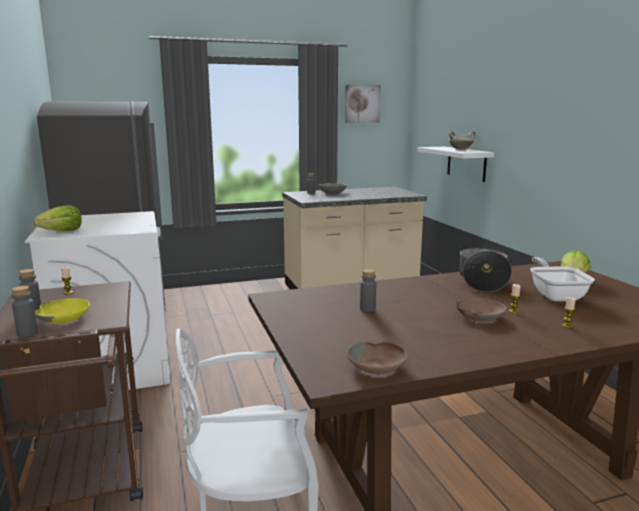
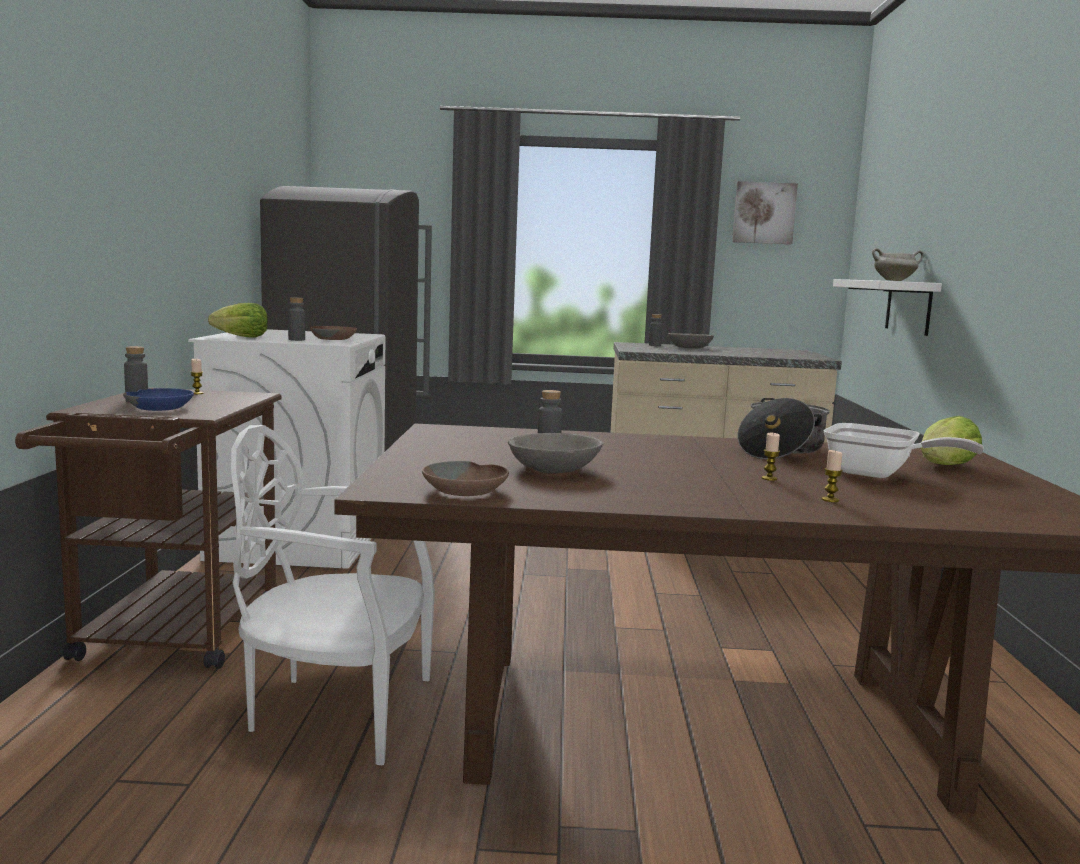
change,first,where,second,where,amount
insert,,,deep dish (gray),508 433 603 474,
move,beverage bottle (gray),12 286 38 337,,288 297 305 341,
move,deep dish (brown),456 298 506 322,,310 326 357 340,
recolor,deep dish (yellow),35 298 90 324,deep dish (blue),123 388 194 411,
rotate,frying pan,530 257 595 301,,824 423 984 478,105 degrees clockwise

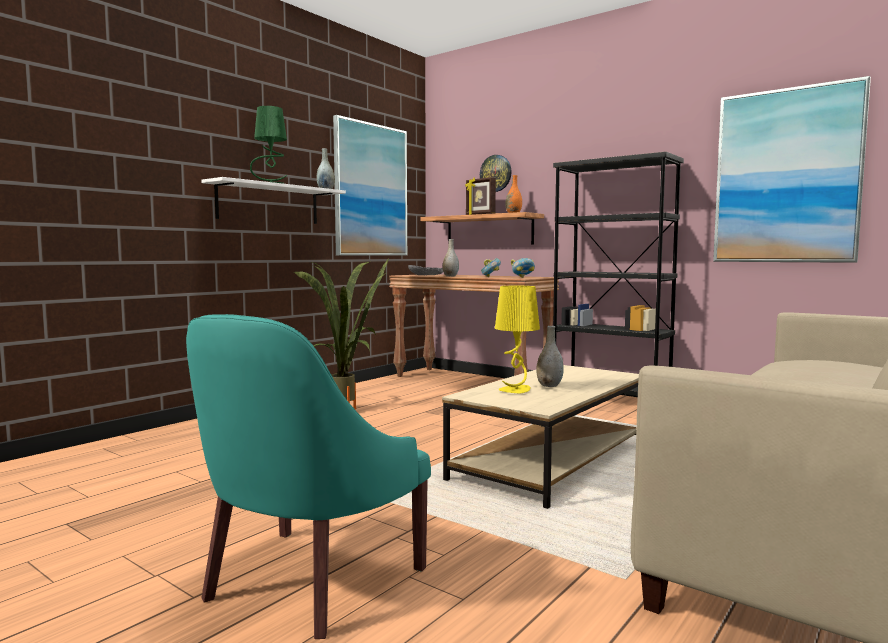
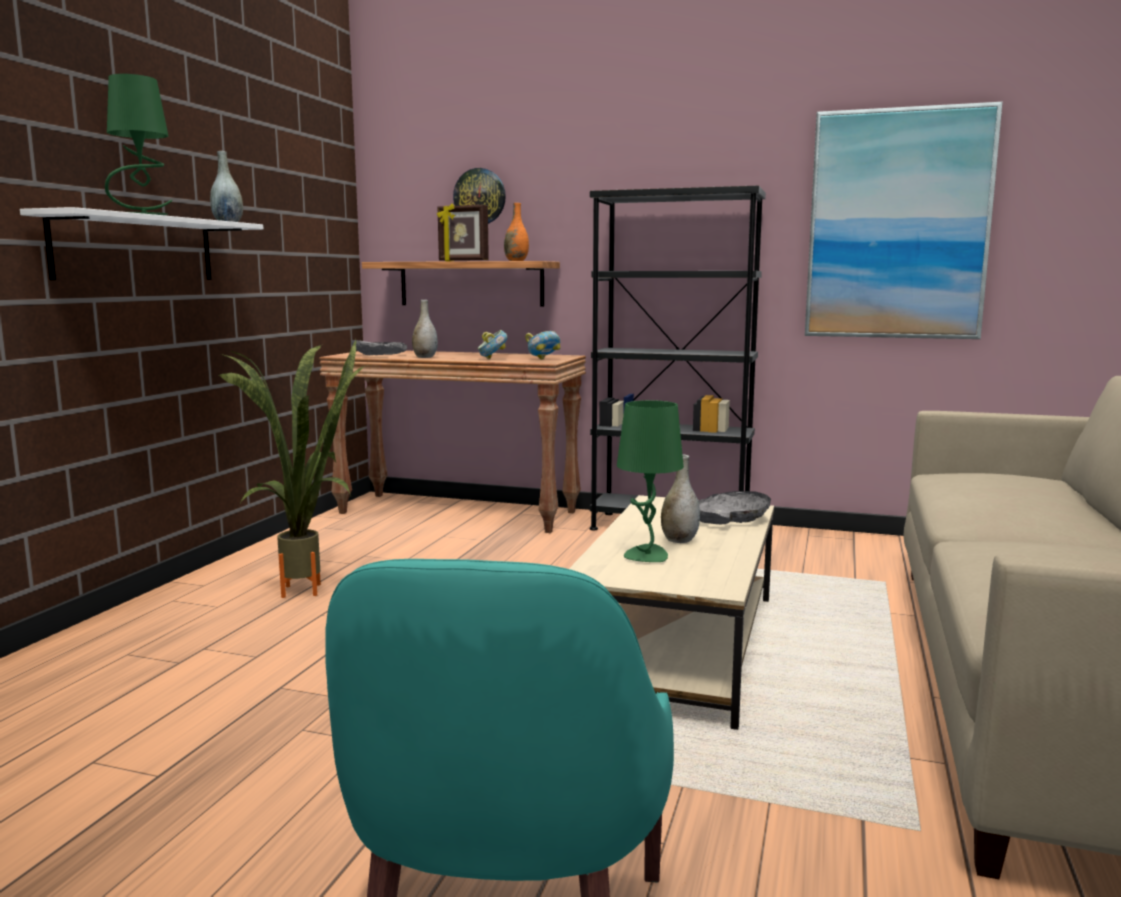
change,first,where,second,where,amount
delete,wall art,333 115 407 256,,,
insert,,,deep dish (gray),698 491 771 524,
recolor,tabletop lamp (yellow),495 286 540 393,tabletop lamp (green),617 400 684 562,

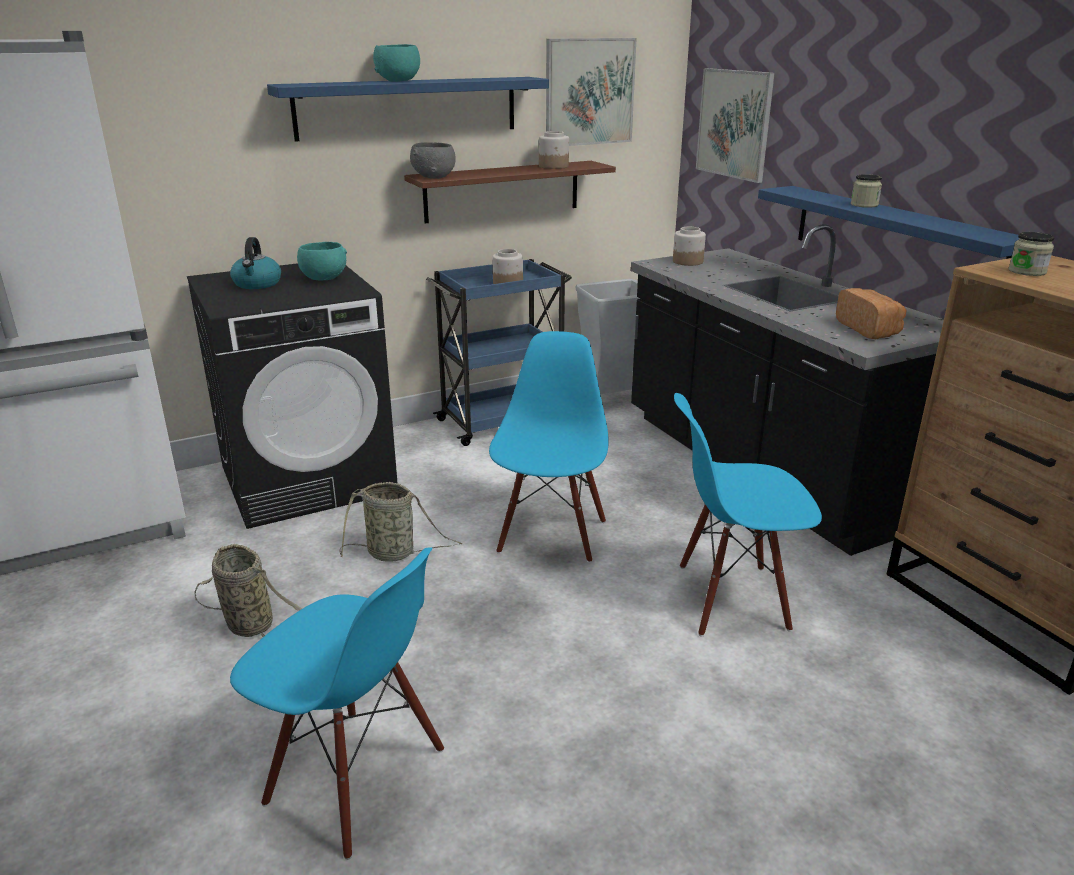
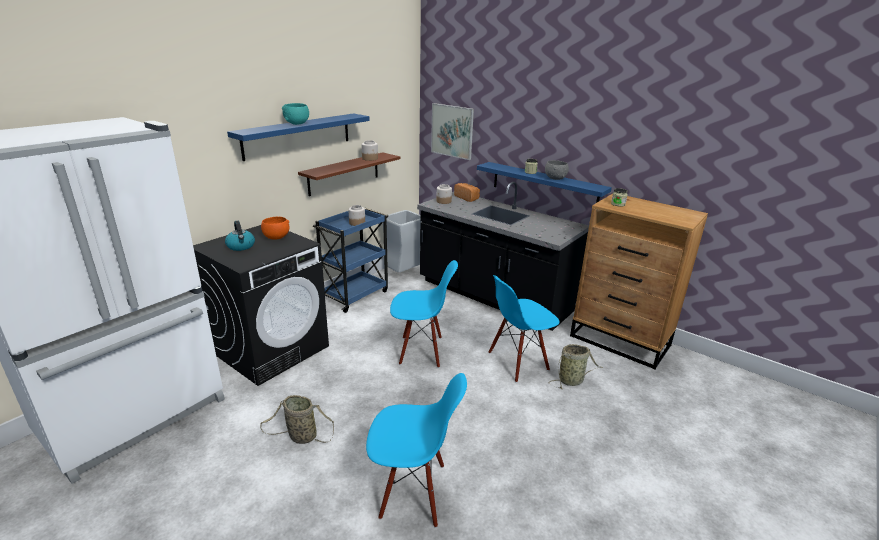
change,first,where,second,where,amount
delete,wall art,546 38 637 146,,,
move,household basket,339 482 462 562,,548 344 603 389,
move,deep dish (gray),410 142 456 179,,545 160 569 180,
move,bakery bread,836 288 907 339,,454 183 480 202,
recolor,deep dish (turquoise),297 242 347 281,deep dish (orangey),261 217 290 240,
rotate,plain chair (blue),489 331 609 563,,390 260 458 368,105 degrees clockwise

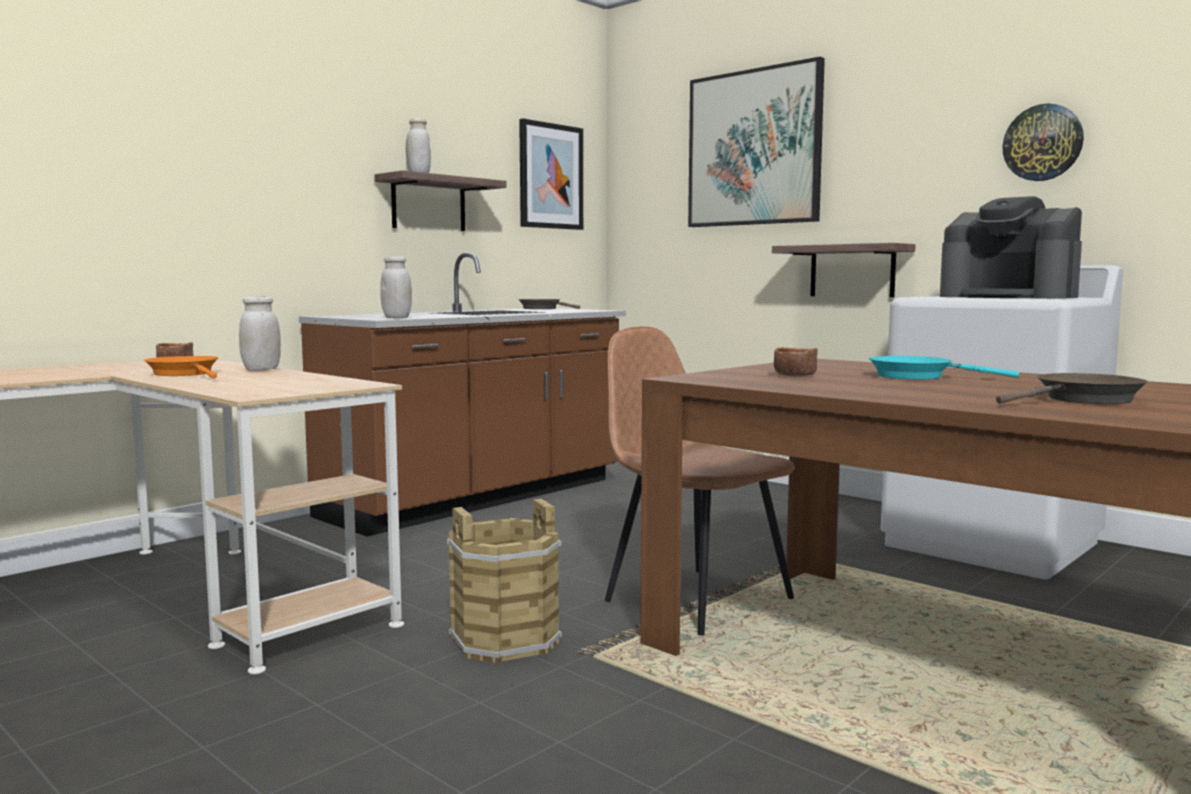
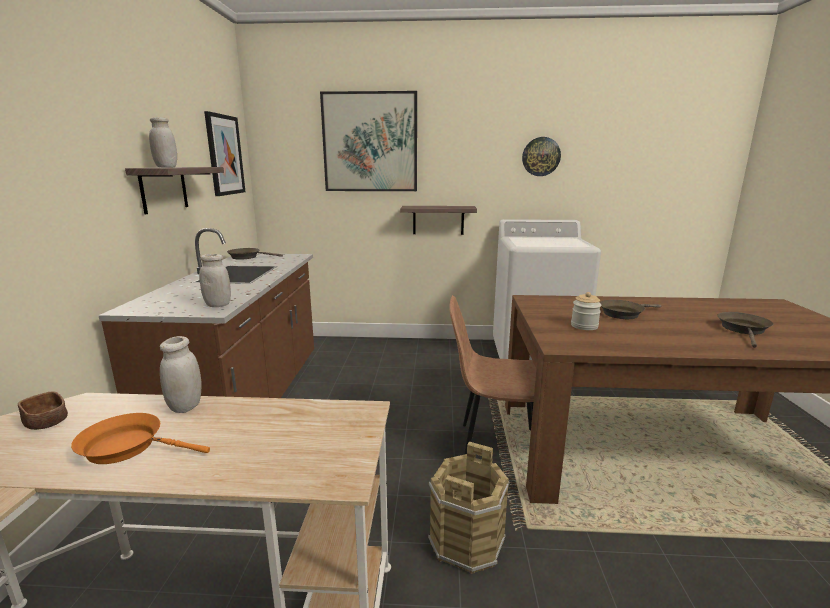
change,first,where,second,where,amount
delete,coffee brewer,940 196 1082 299,,,
replace,deep dish (brown),774 347 818 377,jar,571 292 601 330,
recolor,frying pan (turquoise),869 356 1019 380,frying pan (brown),600 300 661 319,

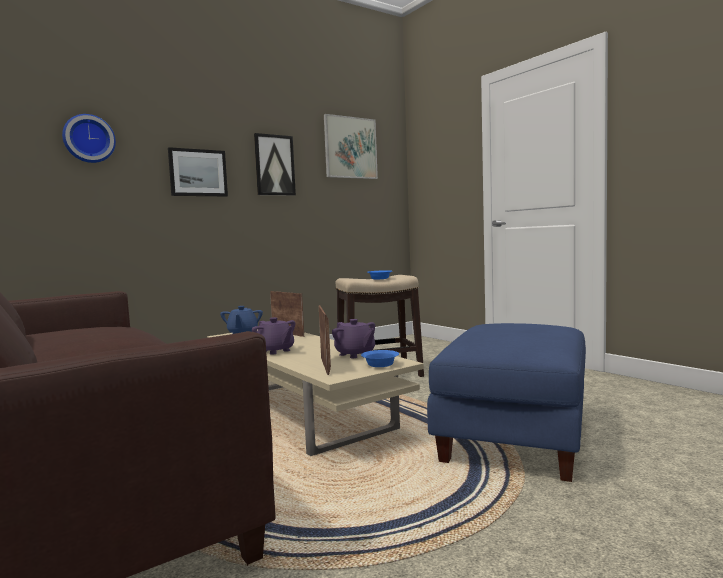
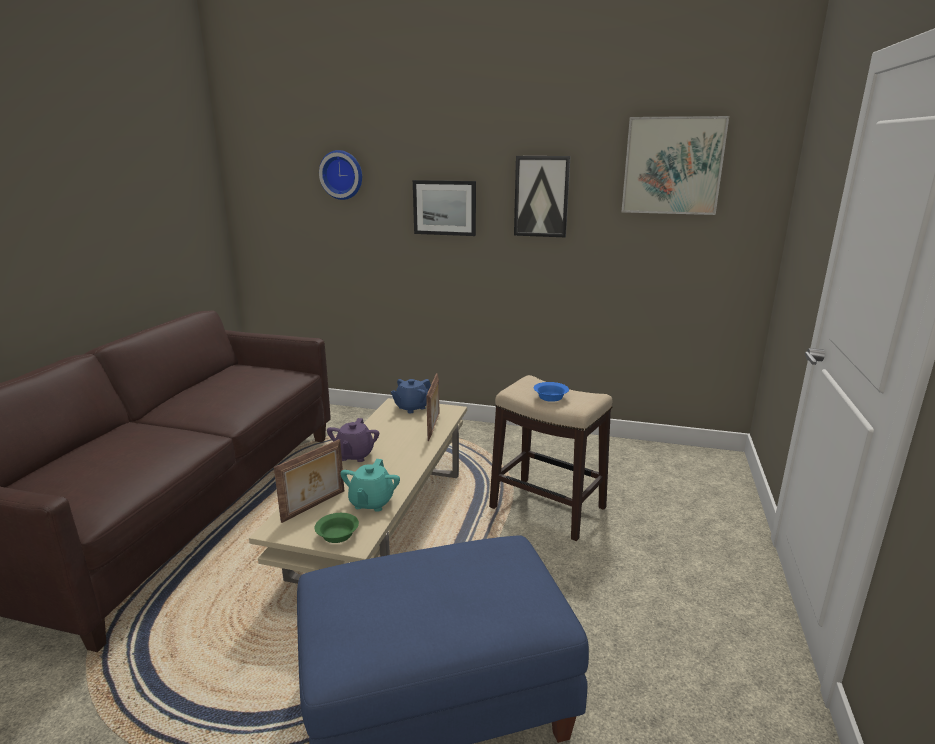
change,first,where,second,where,amount
recolor,tea pot (purple-coloured),332 319 375 358,tea pot (turquoise),340 459 400 512,
recolor,deep dish (blue),361 350 399 367,deep dish (green),315 513 359 543,

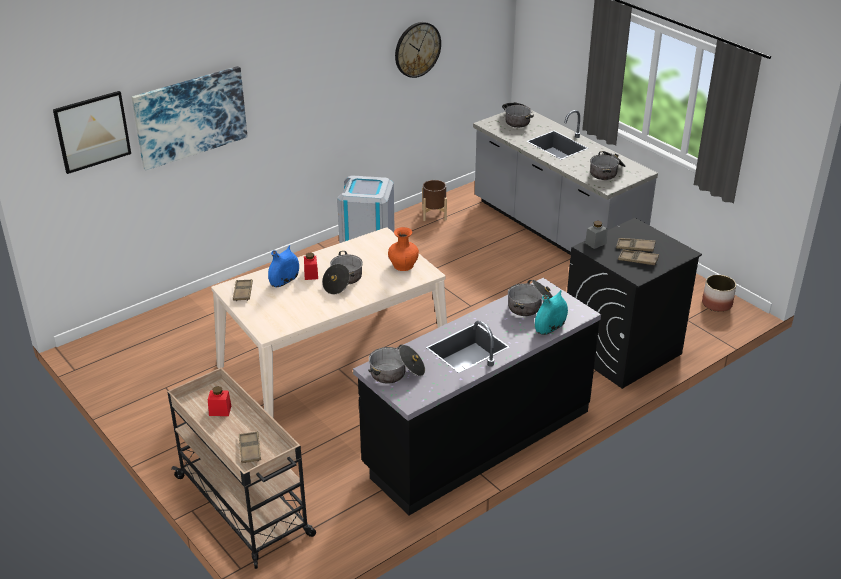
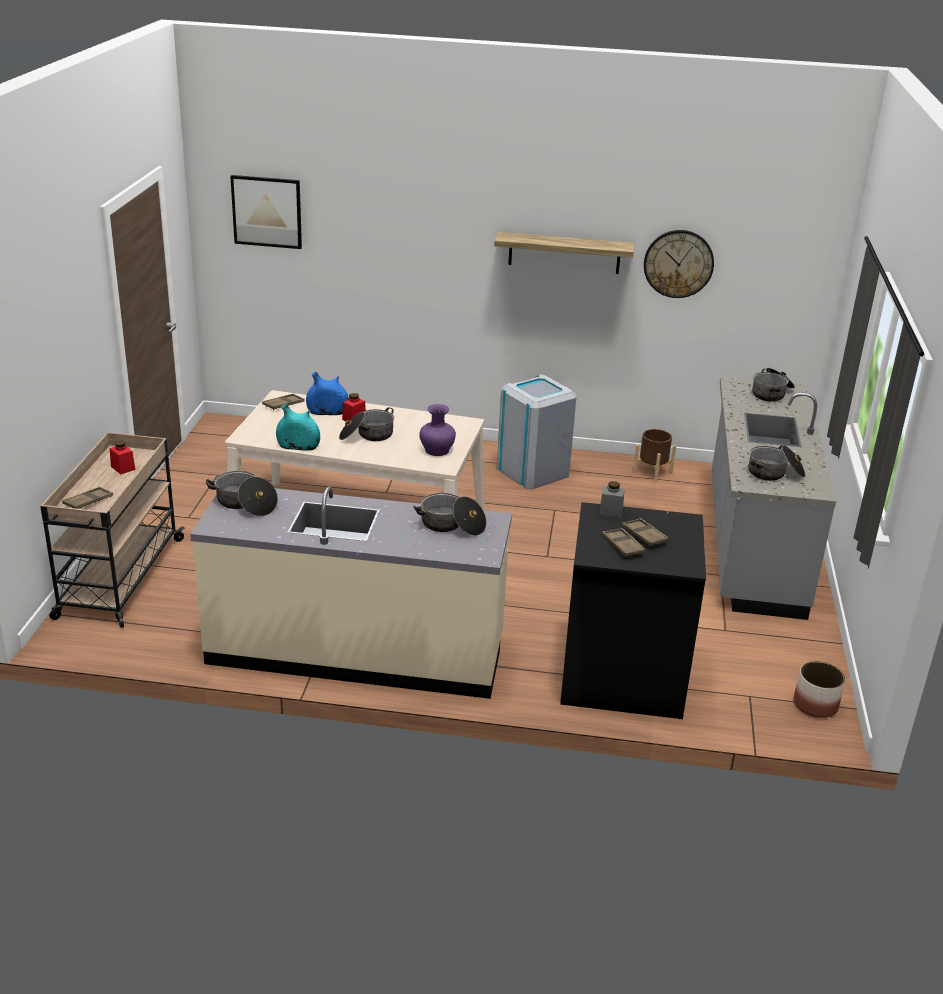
change,first,where,second,where,amount
delete,wall art,132 66 248 170,,,
insert,,,bracket shelf,494 232 634 274,
move,flower vase (turquoise),535 290 568 335,,276 404 320 451,
recolor,counter (black),353 278 601 516,counter (beige-coloured),190 486 512 699,
recolor,flower vase (orangey),388 227 419 271,flower vase (purple-coloured),419 404 456 456,

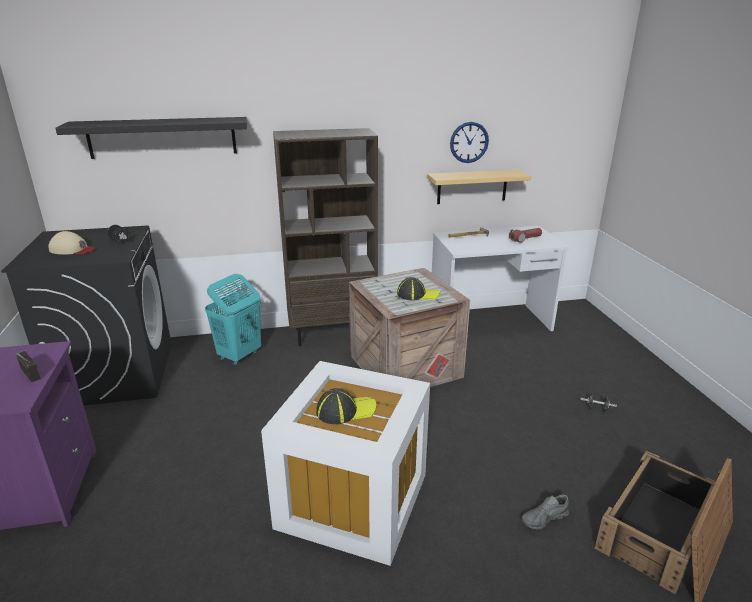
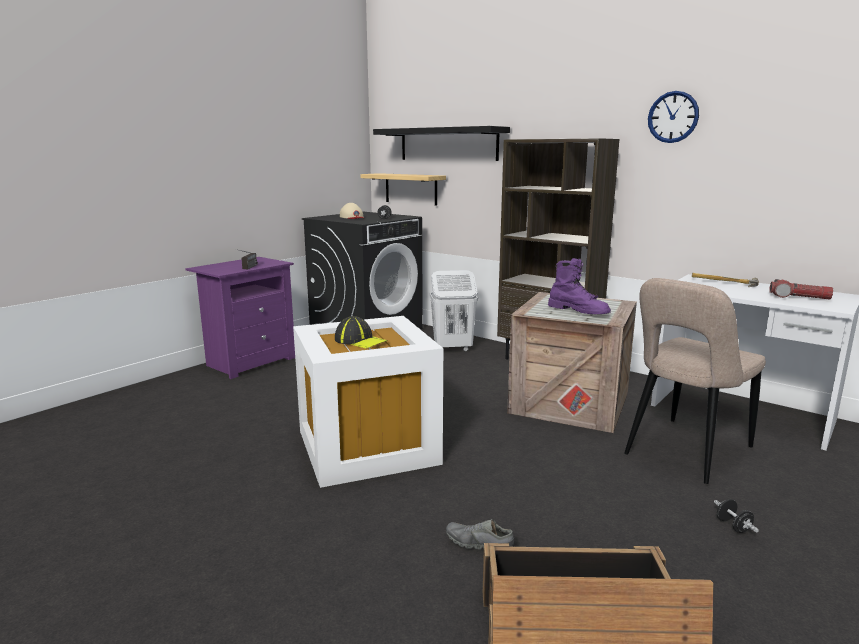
change,first,where,second,where,amount
insert,,,plain chair (beige-coloured),624 278 766 484,
move,bracket shelf,427 169 531 204,,361 173 446 206,
move,hanging clock,450 122 489 163,,648 91 699 143,
replace,peaked cap,397 277 440 300,tall boot (purple-coloured),548 258 611 314,
recolor,hamper (turquoise),205 274 261 365,hamper (whitish),430 270 478 351,

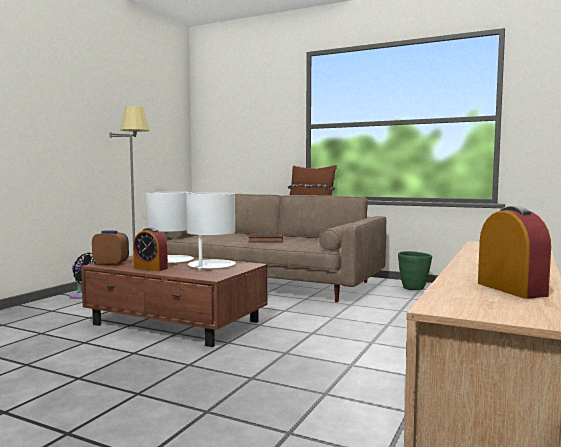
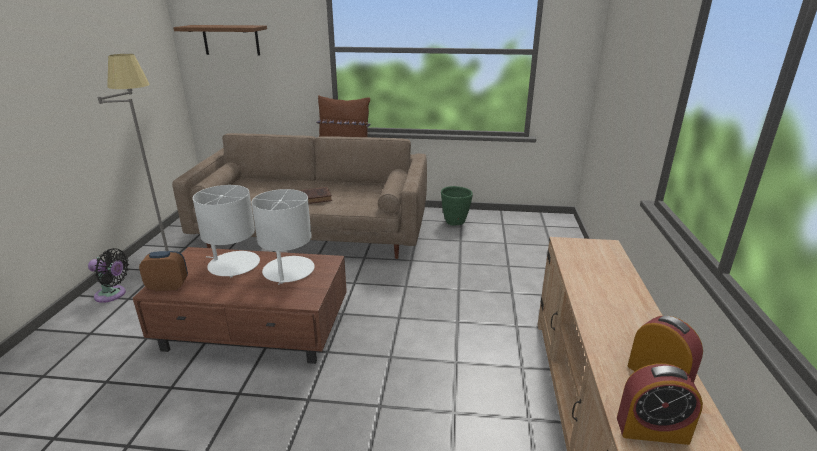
change,first,where,second,where,amount
insert,,,bracket shelf (brown),173 25 267 56,
move,alarm clock,133 228 168 271,,617 363 703 445,

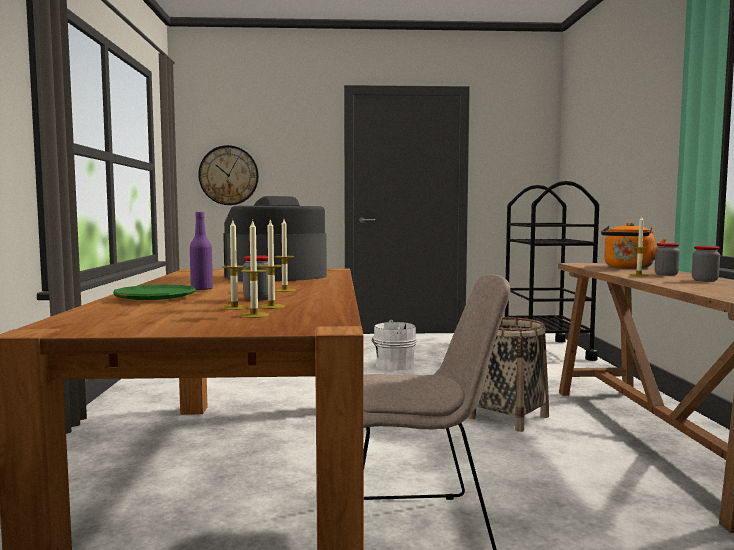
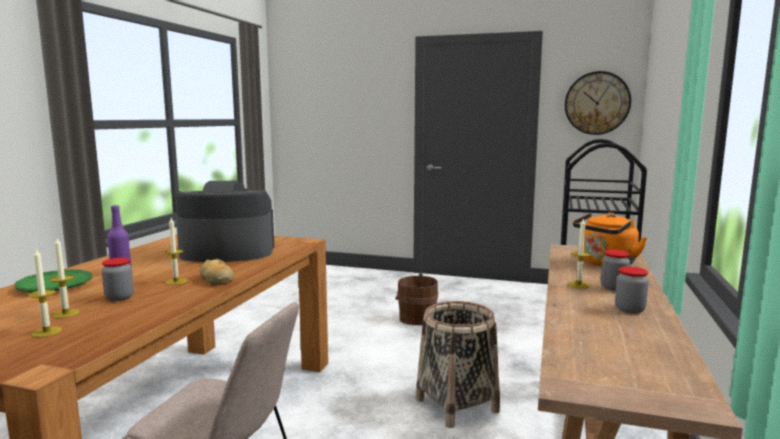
change,first,where,second,where,amount
delete,wax candle,258 220 285 309,,,
insert,,,bakery bread,200 259 234 285,
move,hanging clock,198 145 259 205,,565 71 631 135,
recolor,bucket (whitish),372 320 416 370,bucket (brown),395 273 438 325,

